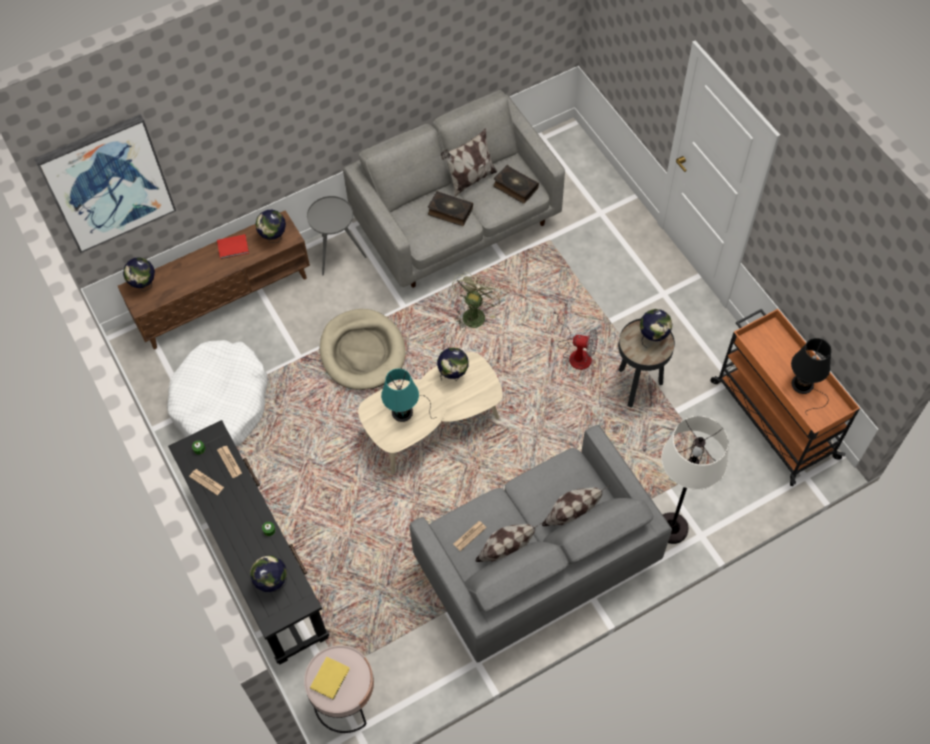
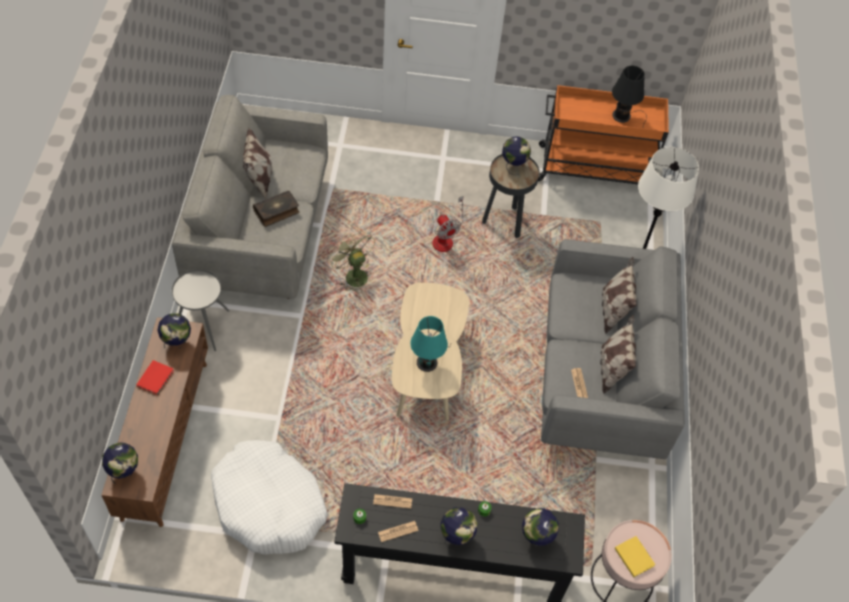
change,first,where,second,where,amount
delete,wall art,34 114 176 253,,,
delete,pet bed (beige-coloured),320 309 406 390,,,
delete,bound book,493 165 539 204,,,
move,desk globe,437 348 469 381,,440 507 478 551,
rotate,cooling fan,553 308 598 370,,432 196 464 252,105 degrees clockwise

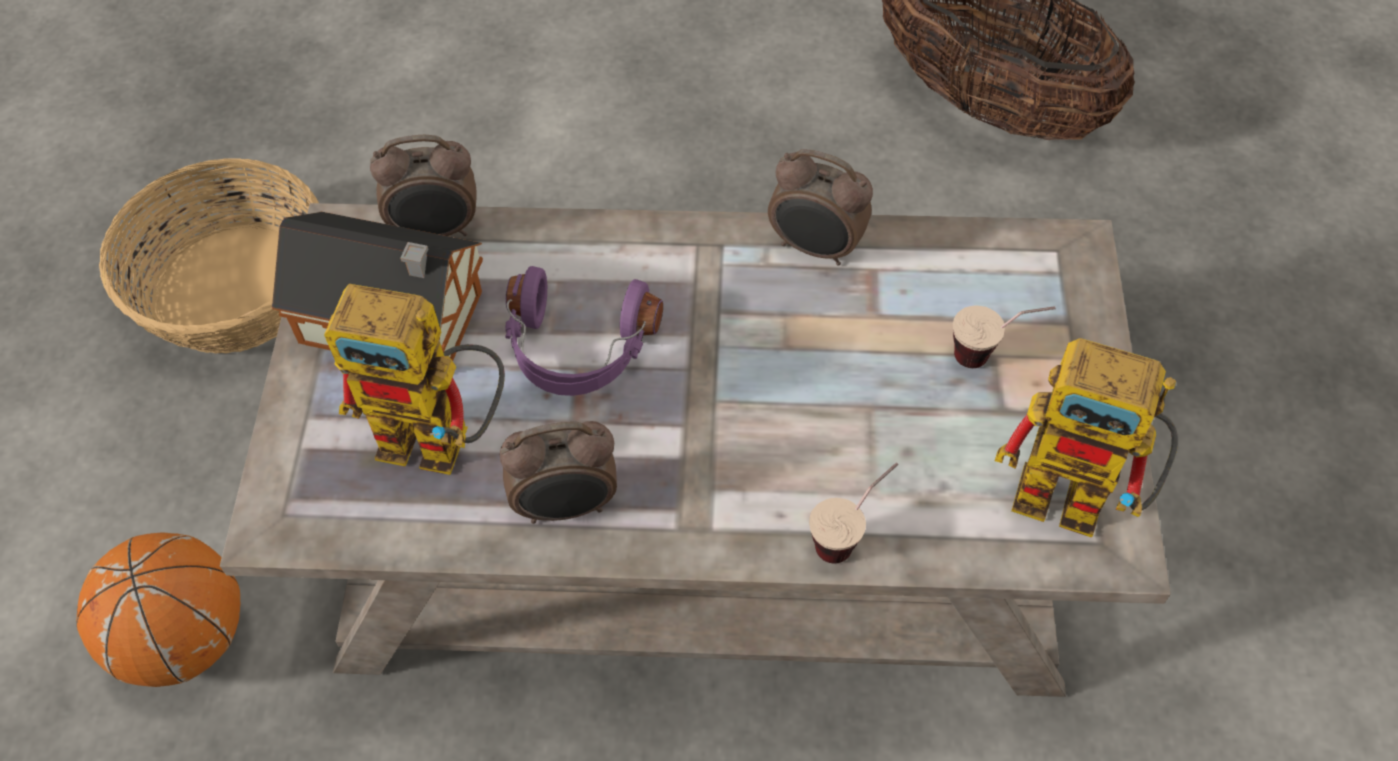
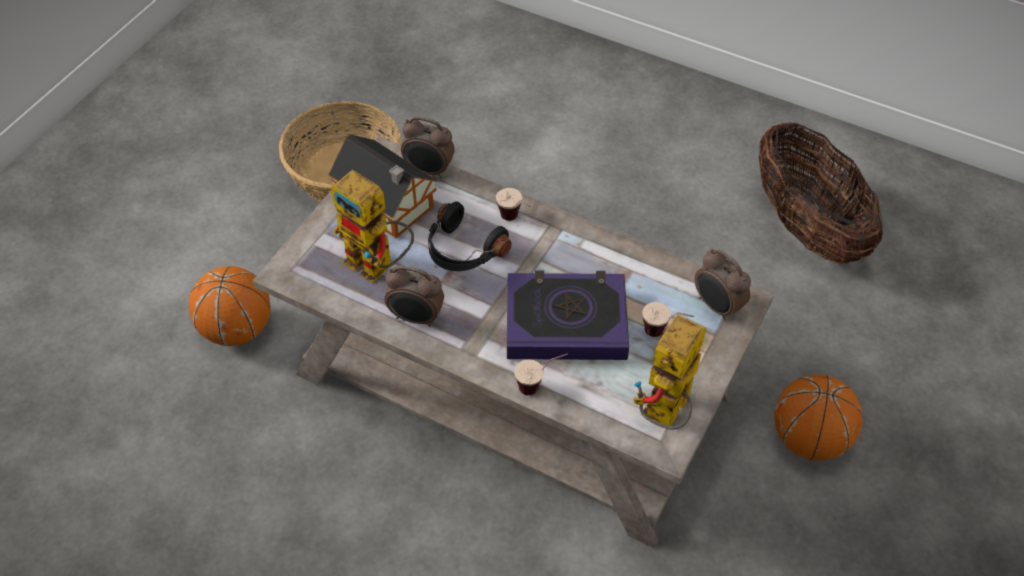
change,first,where,second,where,amount
insert,,,cup,496 188 531 221,
insert,,,bound book,507 270 629 360,
insert,,,ball for basketball,774 374 863 460,
move,alarm clock,768 149 873 266,,695 249 751 321,
recolor,headphones (purple-coloured),505 266 663 396,headphones (black),428 201 512 271,
rotate,toy robot,995 338 1178 538,,633 314 706 430,75 degrees clockwise

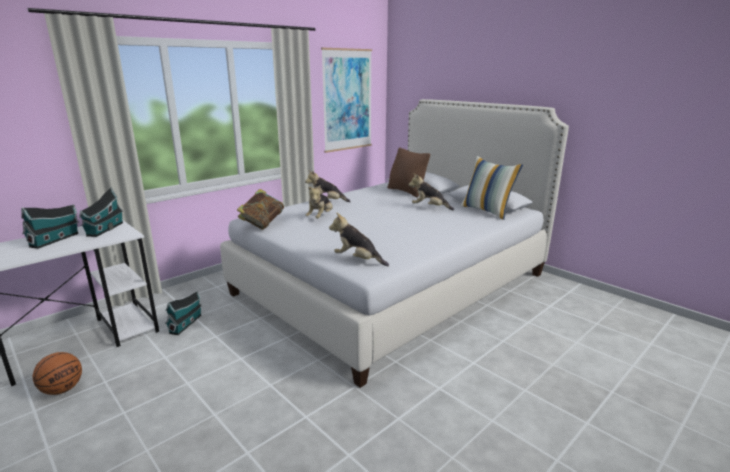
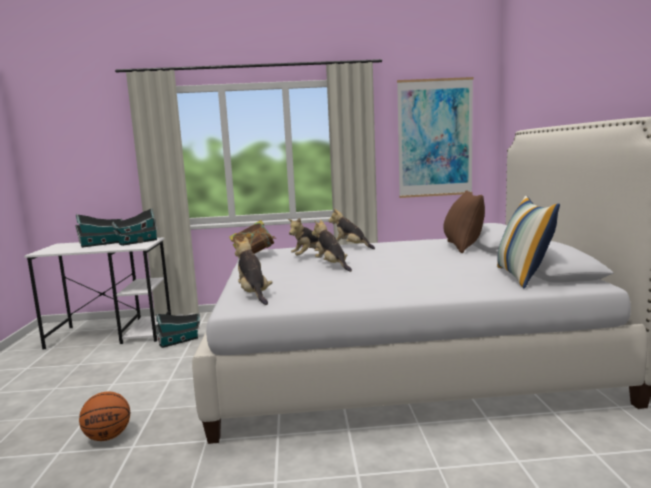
change,first,where,second,where,amount
move,ball for basketball,32 352 82 395,,79 392 130 441,
move,cuddly toy,409 173 454 210,,312 220 352 272,

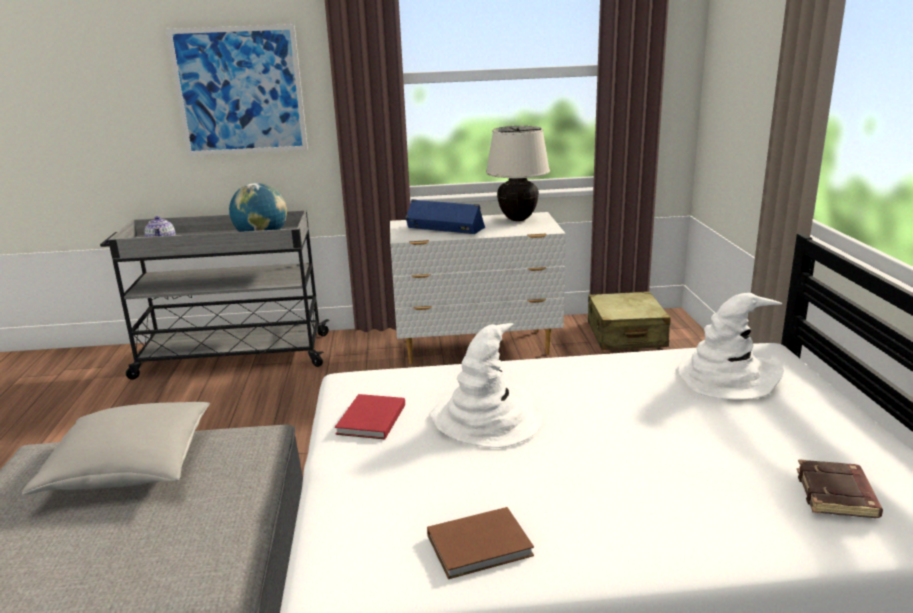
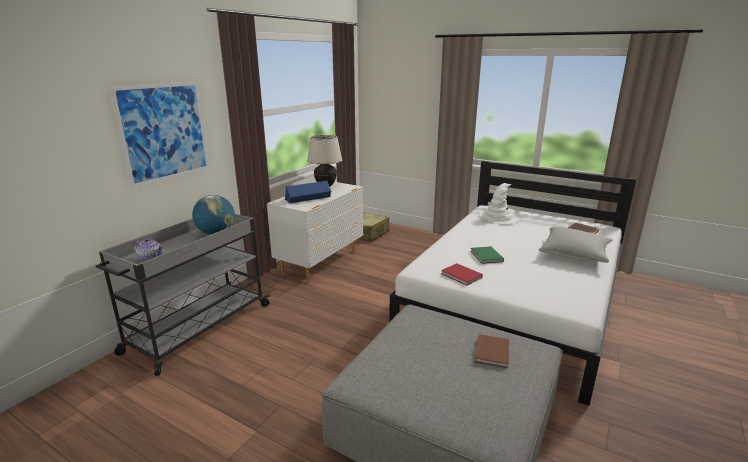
change,first,where,second,where,amount
move,pillow (gray),22 402 211 495,,539 227 613 263,
move,bound book (brown),427 507 534 579,,475 334 509 368,
replace,wearable hat (whitish),431 323 542 448,bound book (green),470 246 504 264,

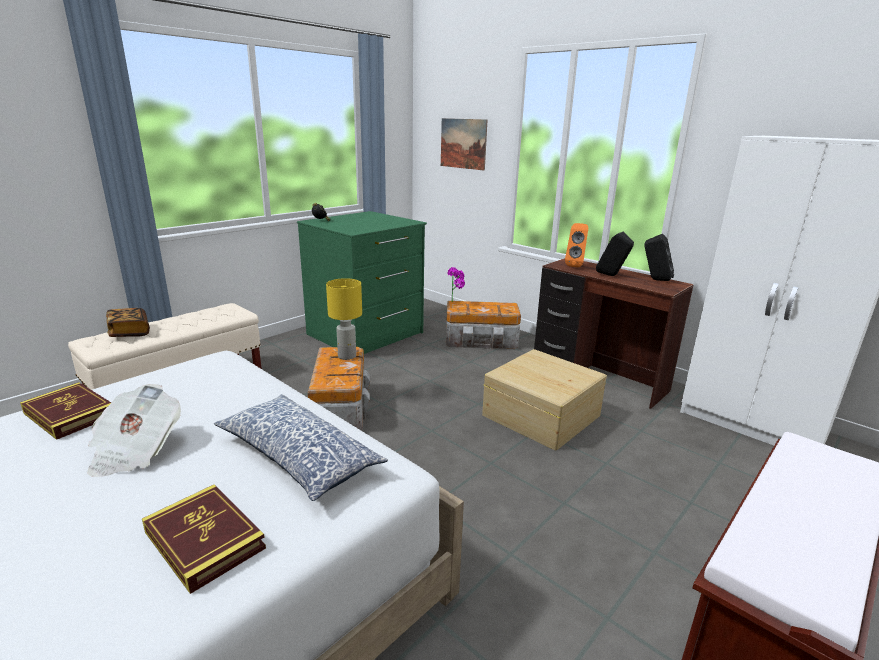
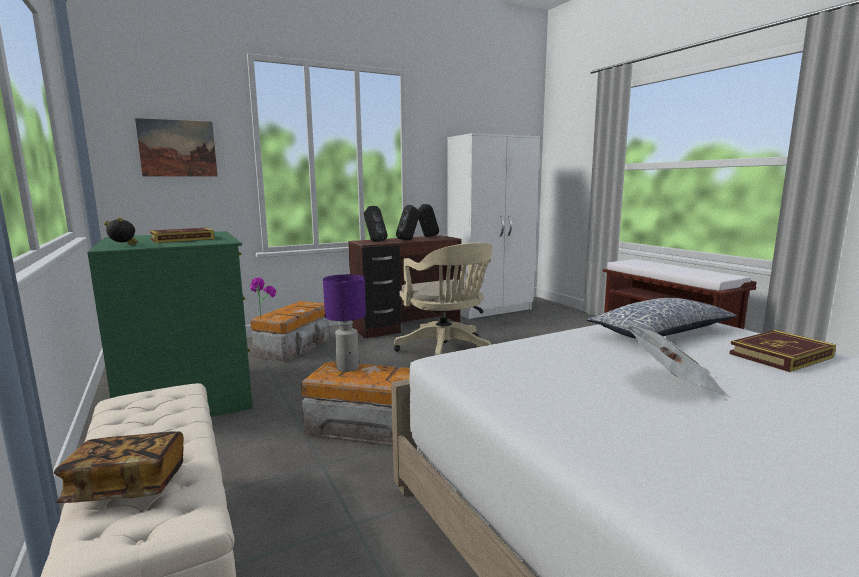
change,first,where,second,where,amount
move,bound book,20 382 111 440,,149 228 215 243,
replace,storage bin (beige-coloured),482 349 607 450,desk chair (beige-coloured),394 243 492 355,
recolor,tabletop lamp (yellow),326 278 362 360,tabletop lamp (purple-coloured),323 274 366 372,
recolor,loudspeaker (orangey),565 223 588 267,loudspeaker (black),364 206 388 242,

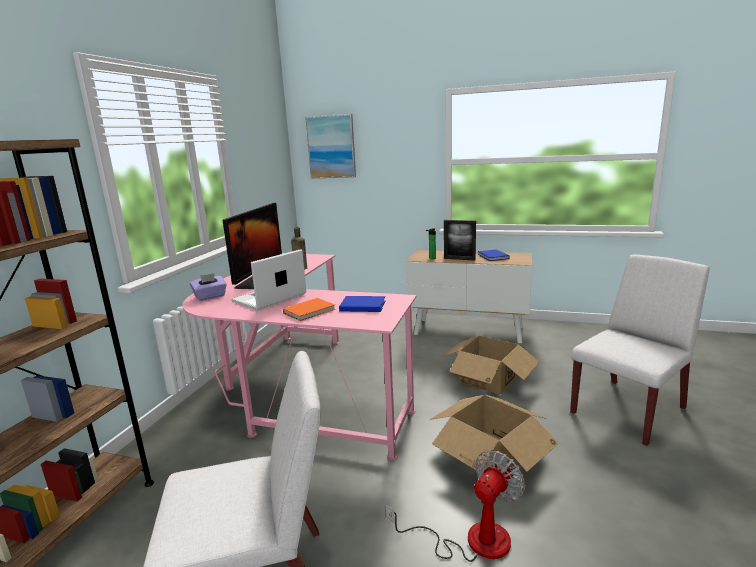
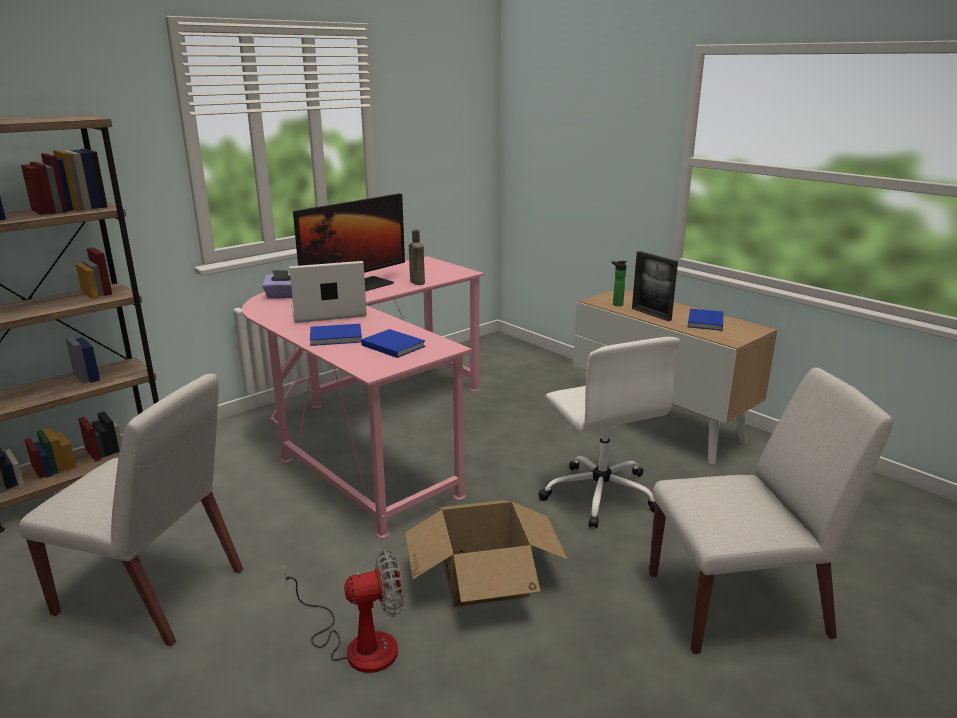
change,first,where,second,where,amount
delete,wall art,305 114 356 178,,,
replace,cardboard box,441 335 540 395,desk chair (whitish),538 337 680 528,
recolor,bound book (orangey),283 298 336 321,bound book (blue),310 324 362 346,

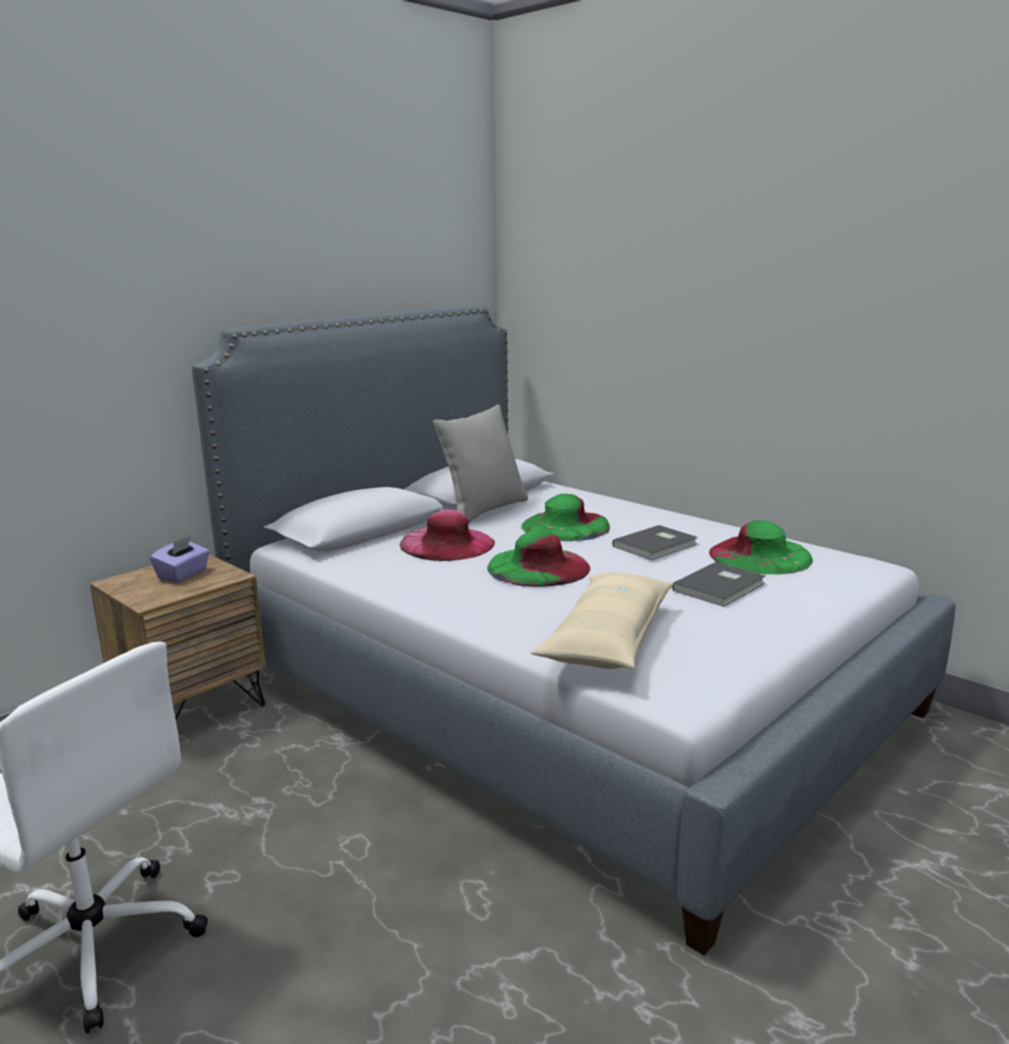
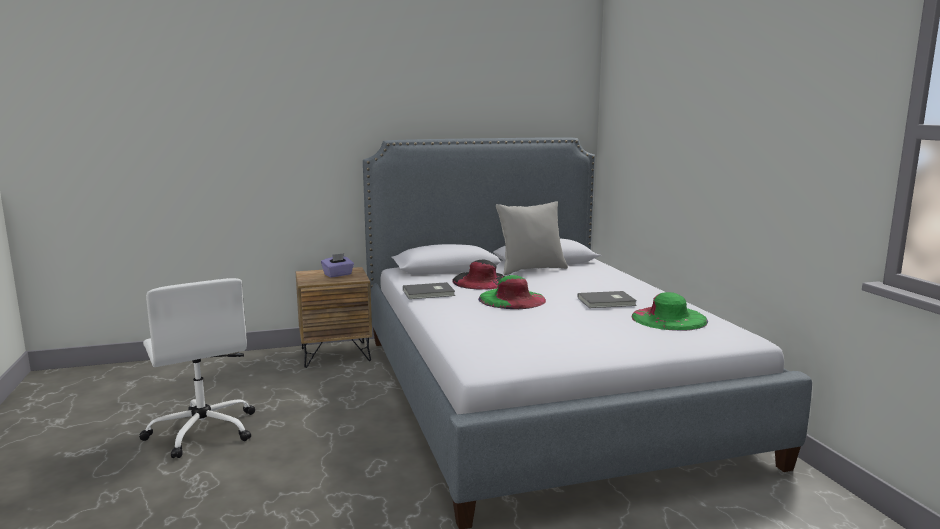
change,first,where,second,where,amount
delete,wearable hat (green),521 494 610 541,,,
delete,pillow (beige-coloured),531 572 673 669,,,
move,bound book (gray),672 562 765 607,,403 282 455 299,
recolor,wearable hat (pink),399 510 495 561,wearable hat (black),452 260 505 290,

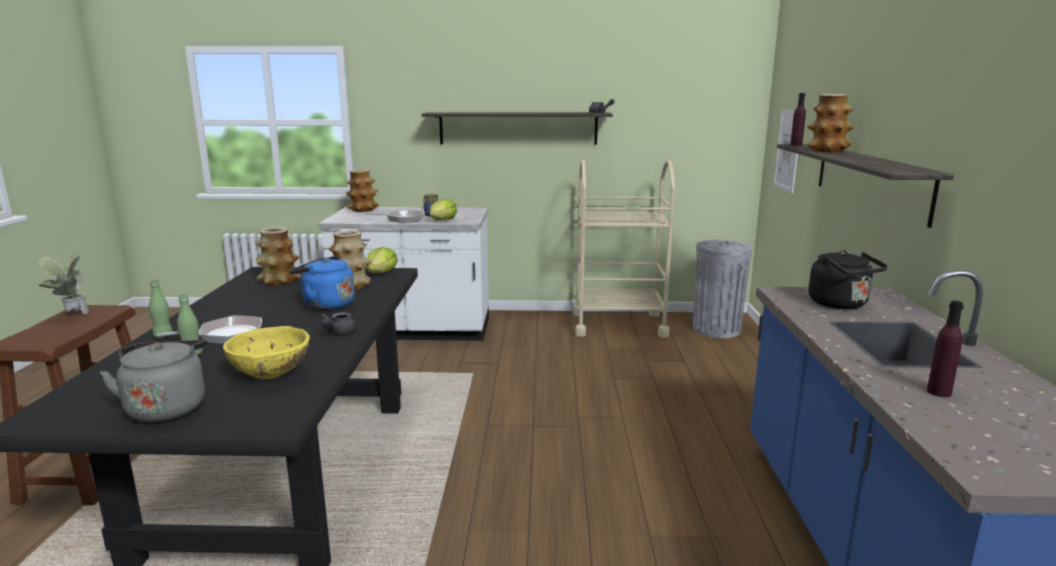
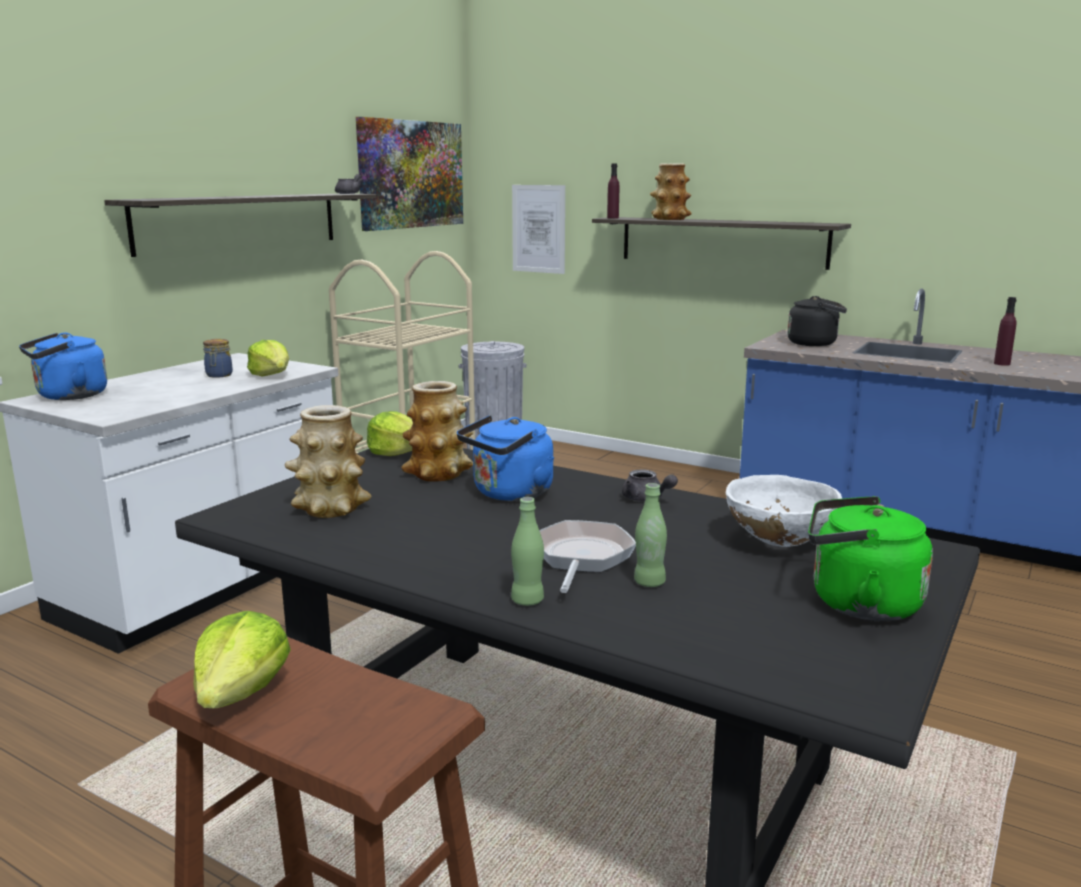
change,first,where,second,where,amount
delete,frying pan,366 210 425 223,,,
insert,,,wall art,356 117 463 231,
replace,potted plant,38 253 89 314,head of lettuce,194 611 291 708,
replace,flower vase,346 169 379 212,tea kettle (blue),19 332 107 400,
recolor,tea kettle (gray),100 340 207 422,tea kettle (green),808 496 933 621,
recolor,deep dish (yellow),223 326 310 379,deep dish (whitish),726 475 842 547,

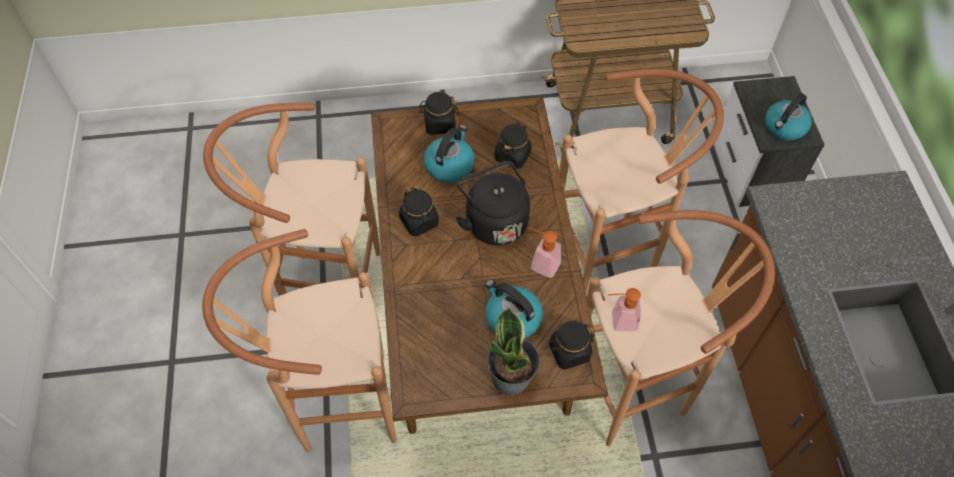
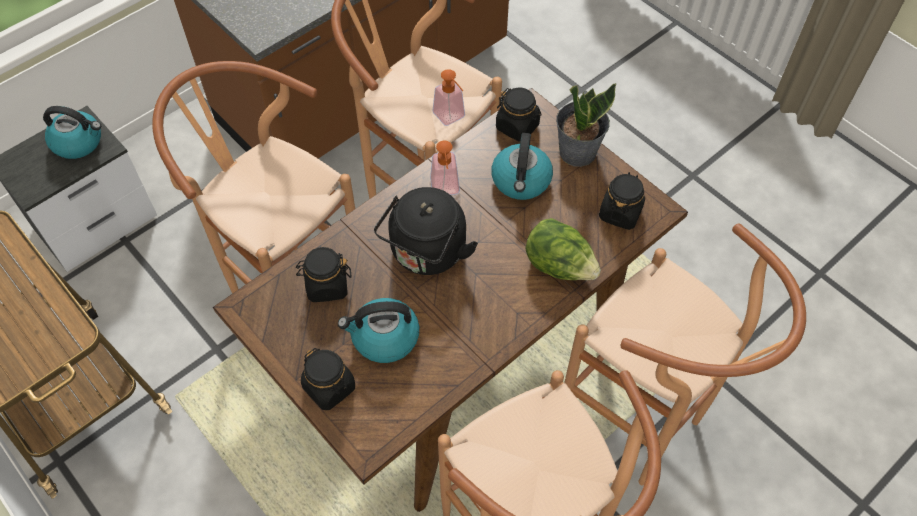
change,first,where,second,where,amount
insert,,,head of lettuce,525 218 601 280,
move,jar (black),399 188 439 236,,599 172 645 230,

